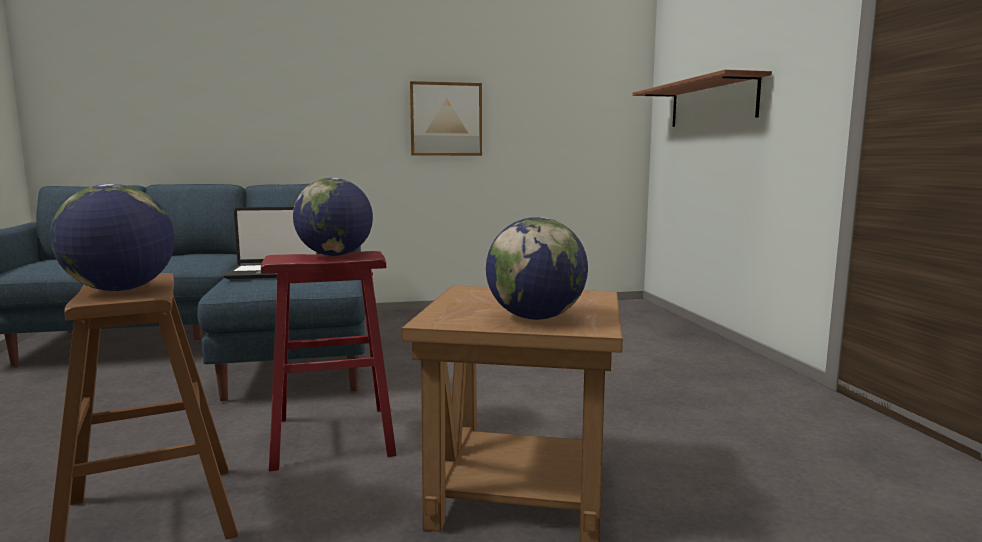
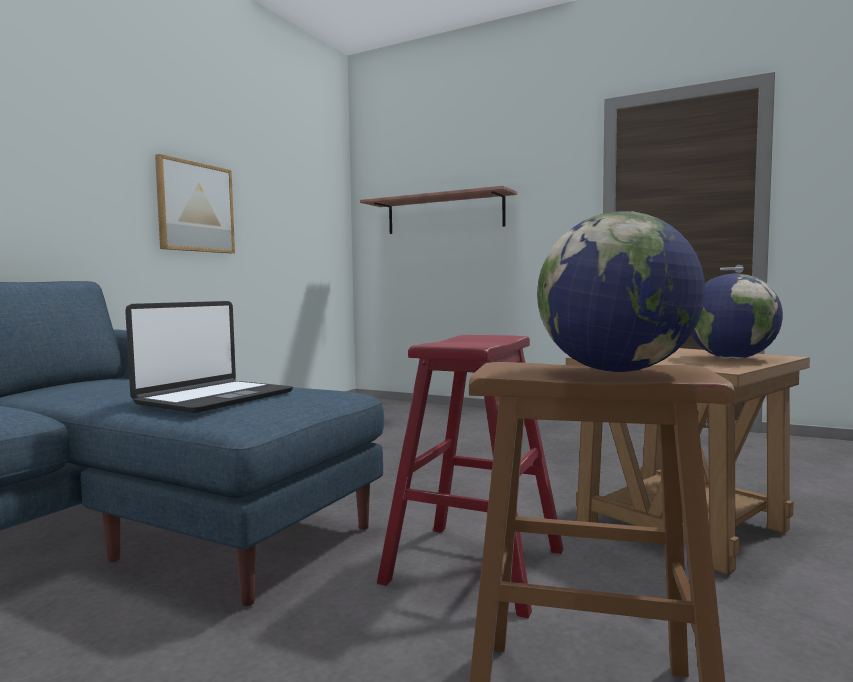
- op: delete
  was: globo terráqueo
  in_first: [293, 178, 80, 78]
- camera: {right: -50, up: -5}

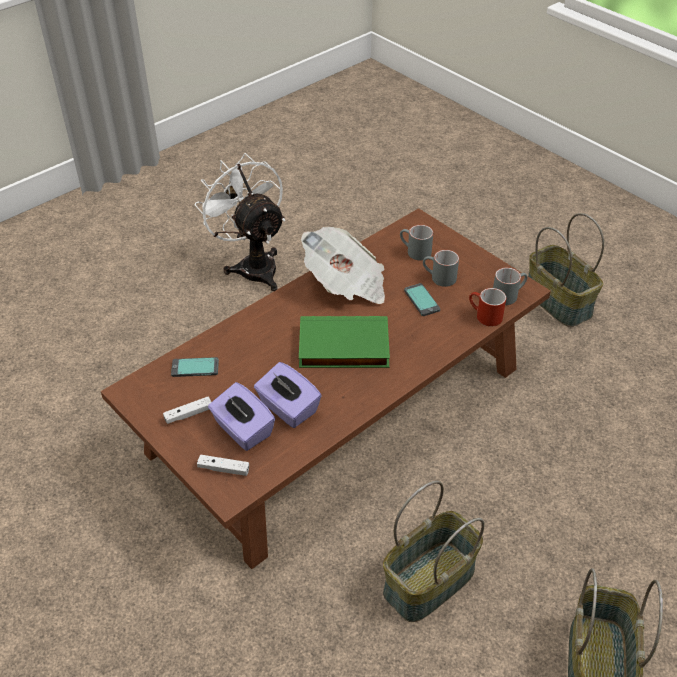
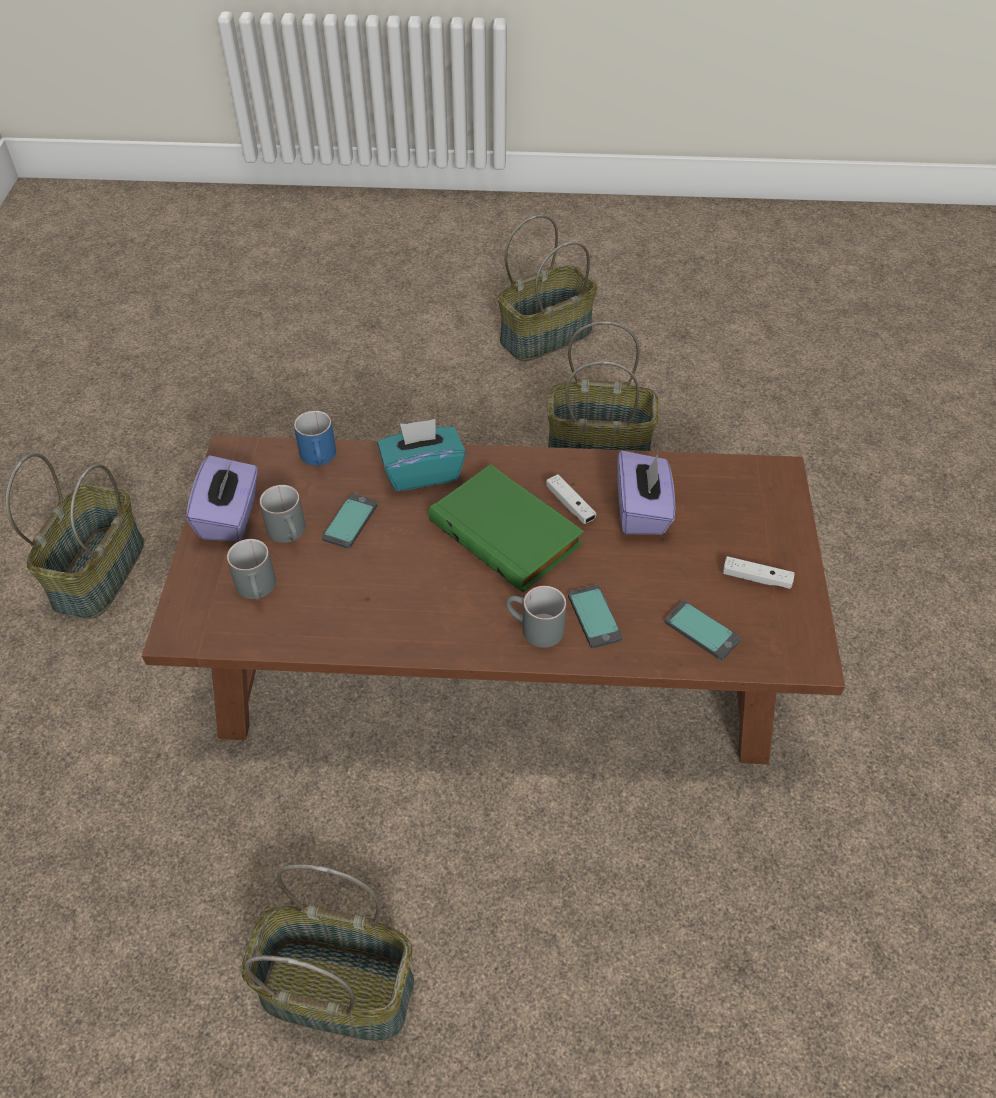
- op: replace
  was: ventilador/blanco
  now: cesta
  in_first: [195, 153, 90, 138]
  in_second: [241, 864, 173, 177]
- op: move
  was: mando de consola/blanco
  in_first: [197, 455, 52, 21]
  in_second: [546, 474, 50, 50]
- op: move
  was: caja de pañuelos/morado
  in_first: [208, 382, 67, 69]
  in_second: [186, 455, 72, 86]
- op: delete
  was: periódico
  in_first: [301, 227, 84, 77]
- op: recolor
  was: taza grande/rojo
  now: taza grande/azul
  in_first: [469, 288, 37, 39]
  in_second: [294, 410, 42, 56]
- op: move
  was: taza grande/gris
  in_first: [493, 267, 35, 38]
  in_second: [506, 586, 61, 62]
- op: insert
  now: caja de pañuelos/turquesa
  in_second: [377, 419, 89, 72]
- op: insert
  now: móvil
  in_second: [568, 585, 54, 63]
- camera: {right: -135, up: 5}

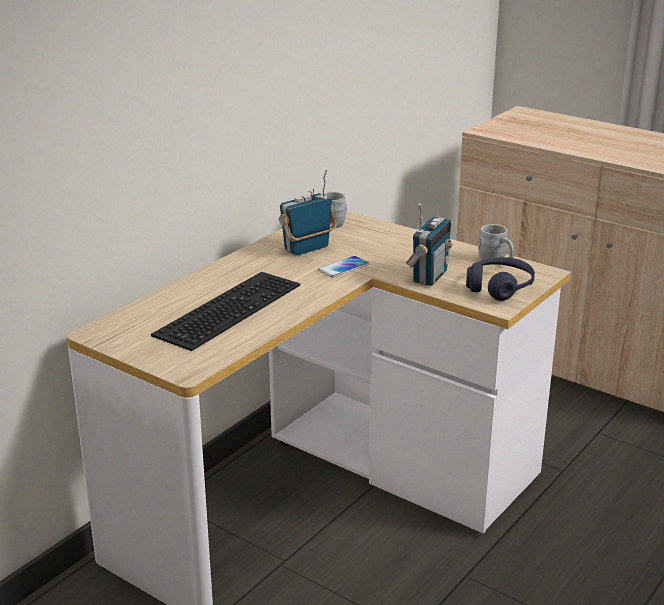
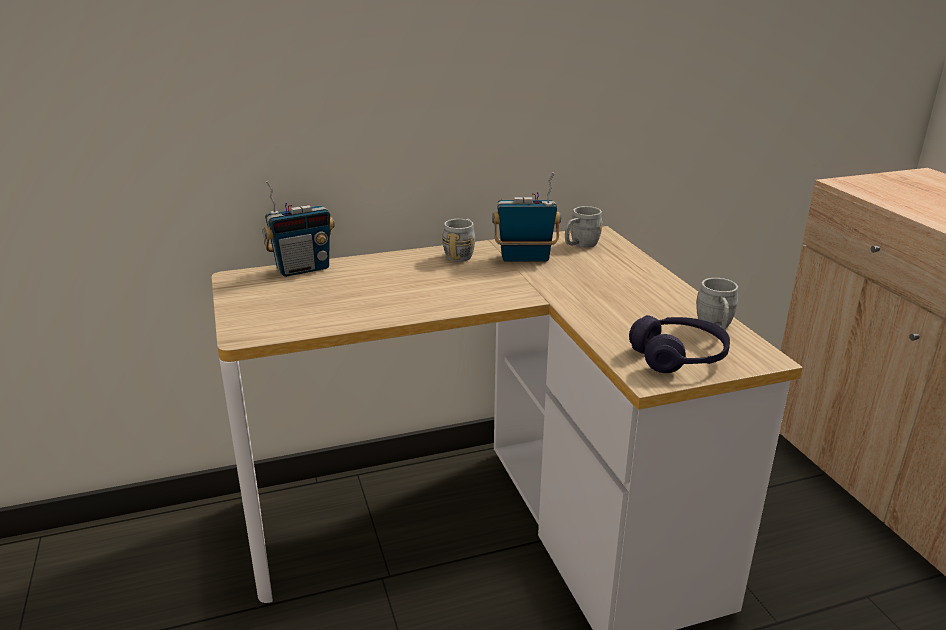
- op: delete
  was: teclado
  in_first: [151, 272, 149, 79]
- op: delete
  was: móvil
  in_first: [318, 256, 51, 22]
- op: move
  was: radio
  in_first: [406, 203, 47, 83]
  in_second: [263, 181, 72, 96]
- op: insert
  now: taza grande/gris
  in_second: [442, 219, 33, 43]
- camera: {right: 35, up: 0}

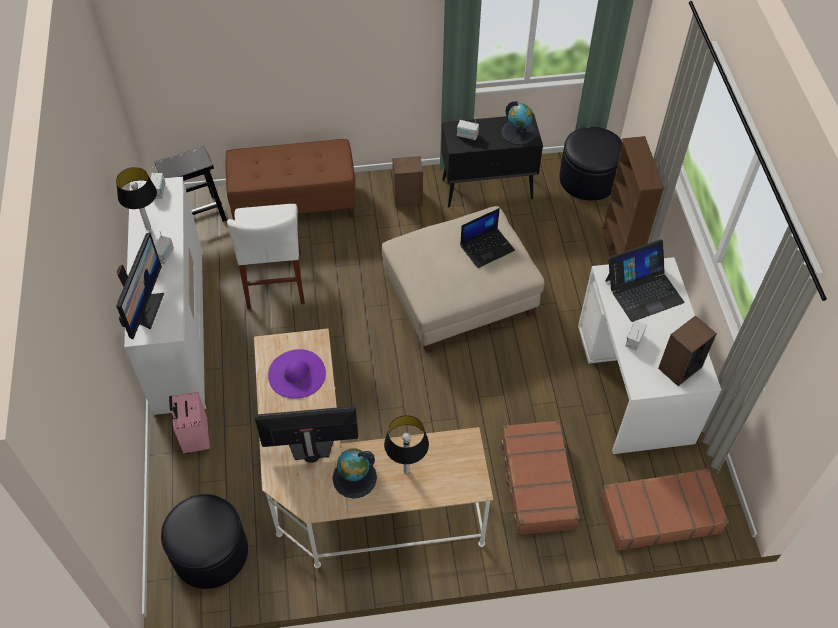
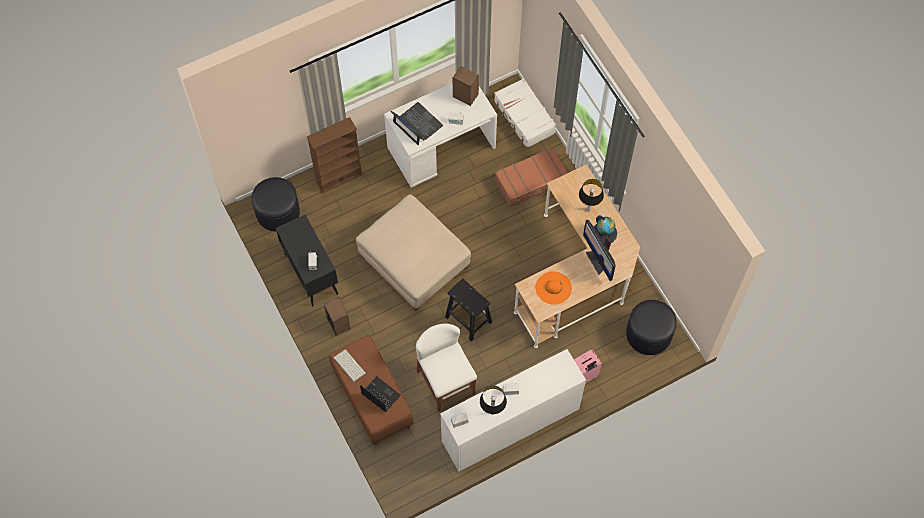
- op: delete
  was: monitor
  in_first: [116, 232, 48, 107]
- op: move
  was: taburete/negro
  in_first: [154, 146, 73, 76]
  in_second: [445, 278, 47, 64]
- op: rotate
  was: silla/blanco
  in_first: [227, 204, 78, 105]
  in_second: [416, 324, 61, 88]
  clockwise: -90
- op: recolor
  was: sombrero/morado
  now: sombrero/naranja
  in_first: [268, 349, 58, 50]
  in_second: [536, 271, 36, 34]
- op: move
  was: portátil
  in_first: [460, 208, 55, 60]
  in_second: [360, 376, 41, 36]
- op: delete
  was: globo terráqueo
  in_first: [502, 101, 34, 44]
- op: recolor
  was: maleta/marrón
  now: maleta/blanco
  in_first: [600, 468, 129, 83]
  in_second: [494, 78, 63, 70]
- op: insert
  now: teclado
  in_second: [333, 349, 33, 33]
- camera: {right: -110, up: 10}

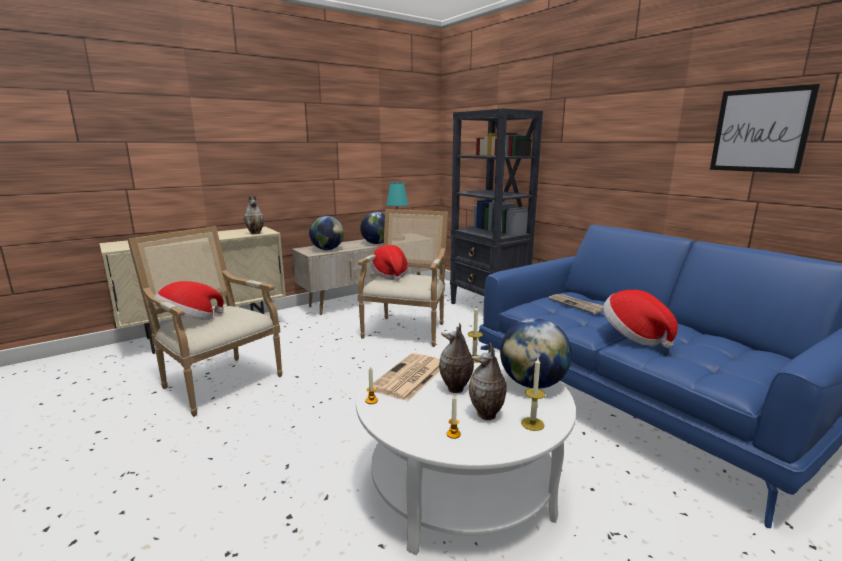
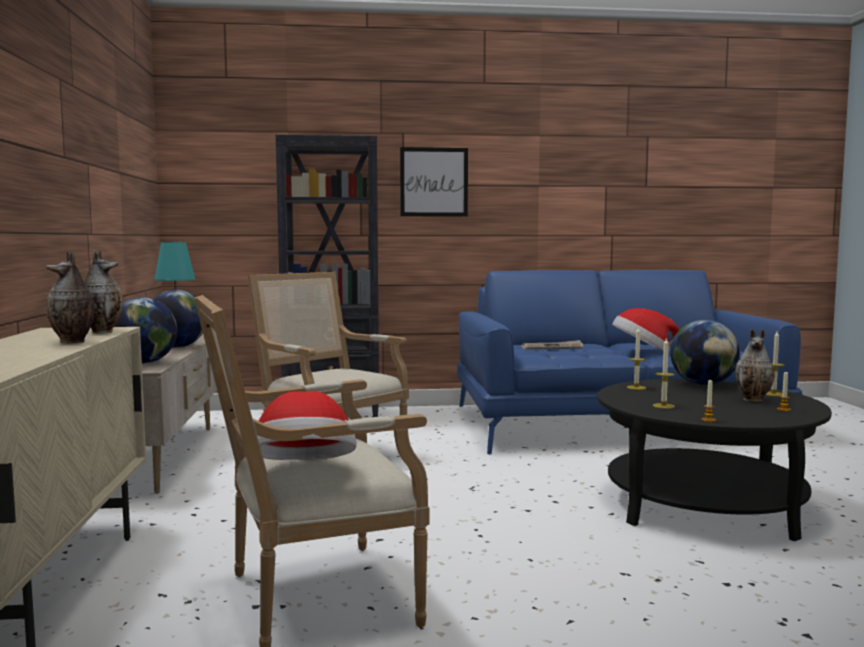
- op: recolor
  was: mesa de centro/blanco
  now: mesa de centro/negro
  in_first: [356, 348, 220, 207]
  in_second: [598, 379, 234, 162]
- op: delete
  was: sombrero
  in_first: [370, 245, 38, 36]
- op: replace
  was: periódico
  now: vela
  in_first: [373, 353, 67, 48]
  in_second: [653, 337, 22, 72]
- op: move
  was: florero
  in_first: [439, 323, 35, 70]
  in_second: [46, 251, 49, 92]
- op: move
  was: cuadro
  in_first: [710, 84, 110, 90]
  in_second: [400, 147, 68, 70]
- camera: {right: -60, up: -10}

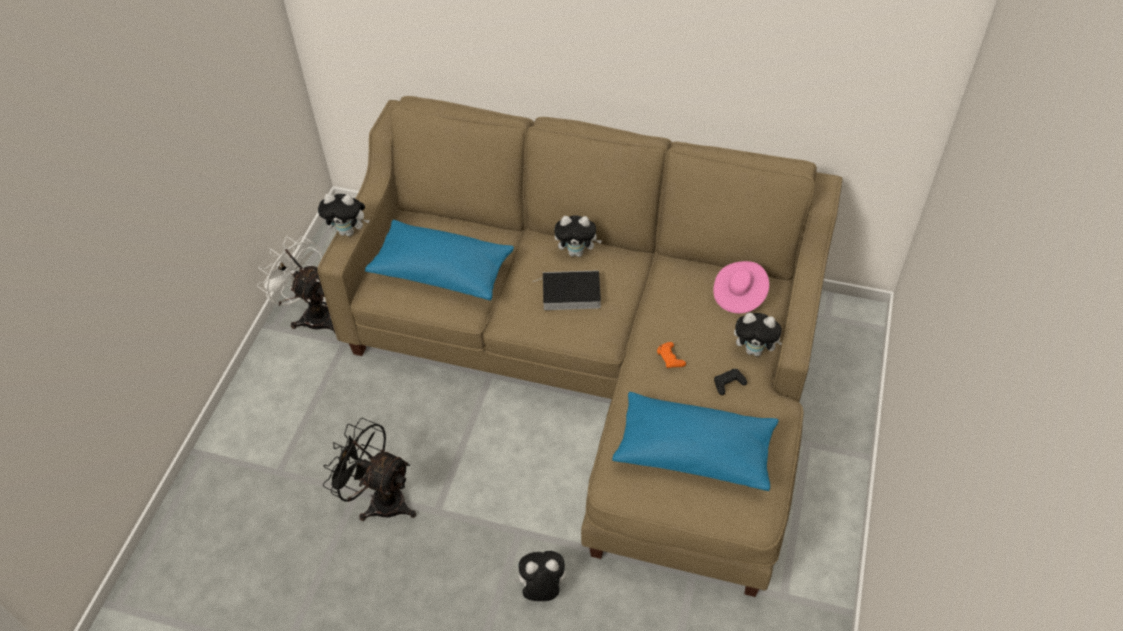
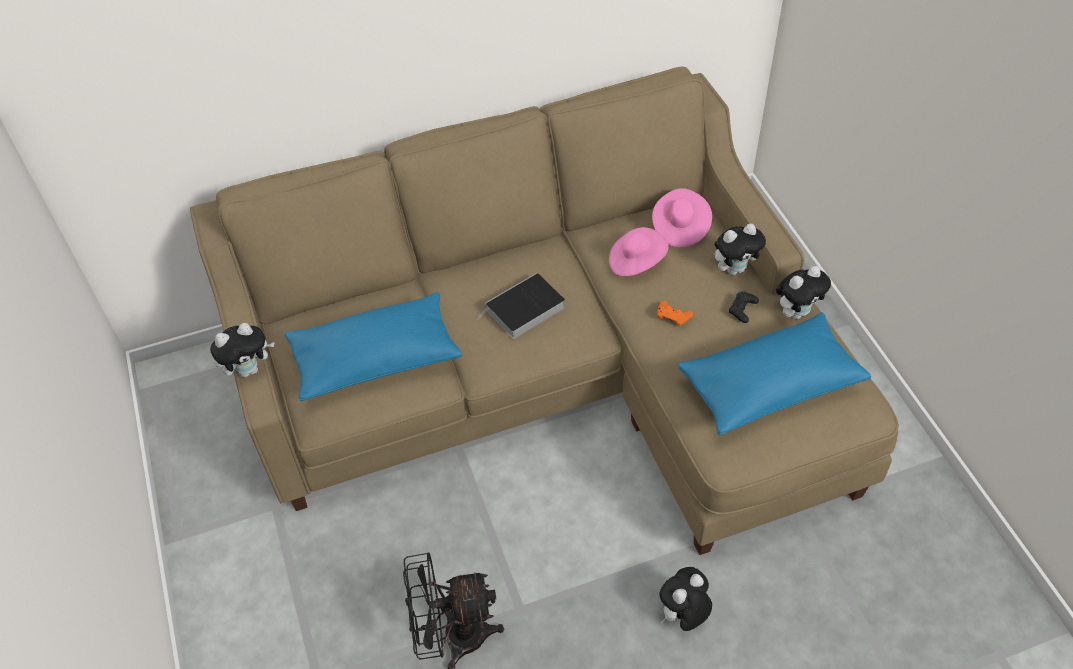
- op: delete
  was: ventilador/blanco
  in_first: [257, 236, 78, 97]
- op: move
  was: peluche
  in_first: [554, 215, 48, 42]
  in_second: [776, 266, 55, 53]
- op: insert
  now: sombrero/rosa
  in_second: [609, 227, 59, 49]
- camera: {right: -35, up: 0}

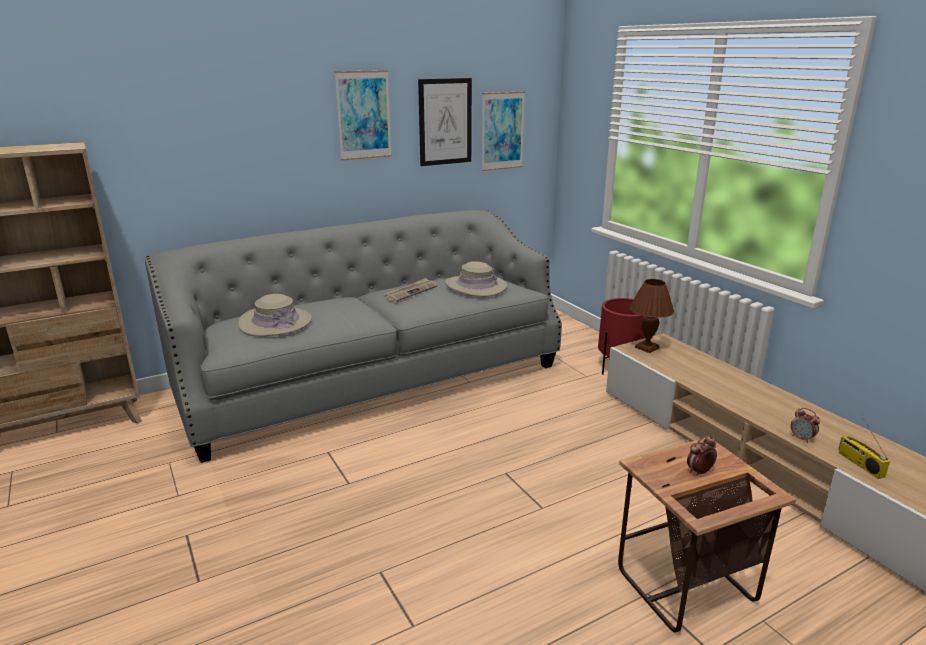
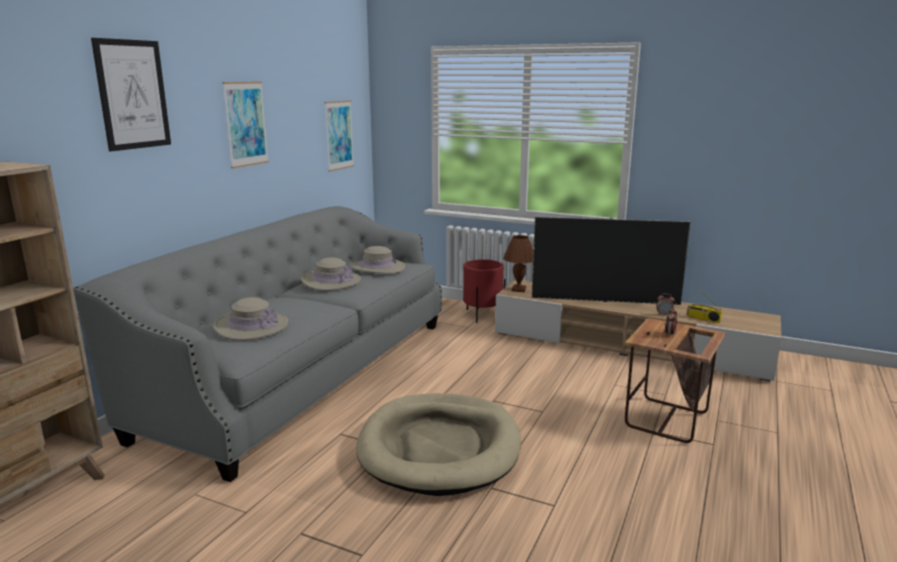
- op: replace
  was: periódico
  now: sombrero/beis
  in_first: [384, 278, 53, 24]
  in_second: [301, 258, 60, 33]
- op: move
  was: cuadro
  in_first: [418, 78, 54, 88]
  in_second: [91, 38, 80, 114]
- op: insert
  now: cama para perro/beis
  in_second: [356, 393, 165, 103]
- op: insert
  now: televisor
  in_second: [532, 217, 159, 88]
- camera: {right: -35, up: -5}

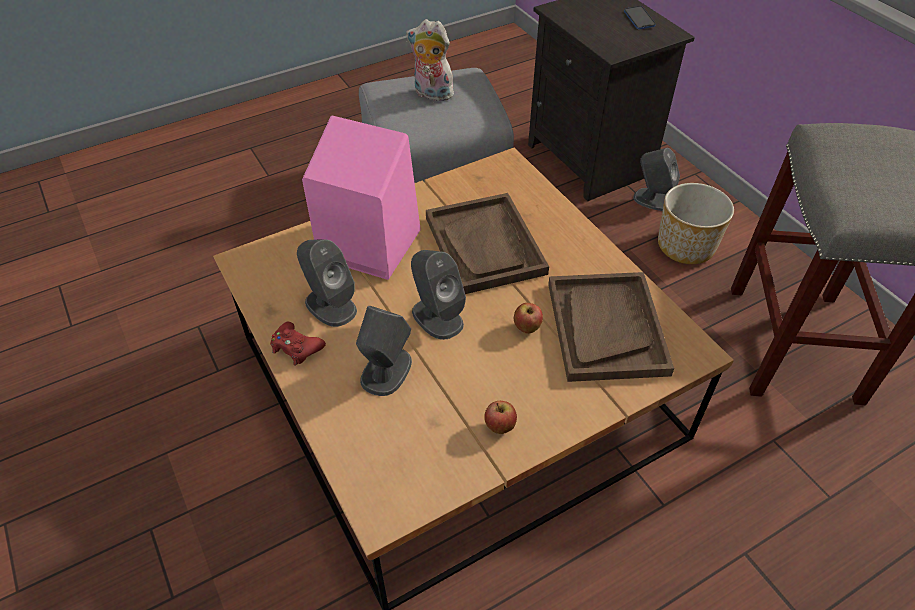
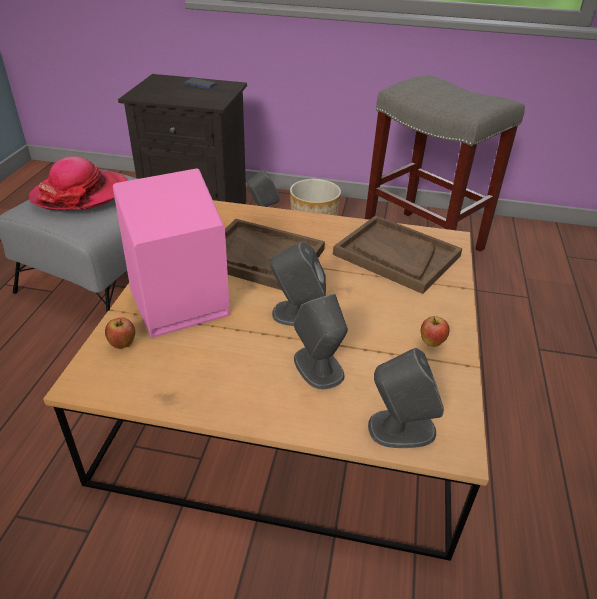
- op: delete
  was: mando de consola/rojo
  in_first: [270, 321, 56, 45]
- op: move
  was: altavoz/gris
  in_first: [297, 240, 60, 87]
  in_second: [368, 348, 76, 100]
- op: replace
  was: peluche
  now: sombrero
  in_first: [406, 19, 50, 82]
  in_second: [28, 156, 100, 54]
- op: move
  was: manzana
  in_first: [514, 303, 29, 31]
  in_second: [105, 317, 30, 32]
- camera: {right: -50, up: -10}

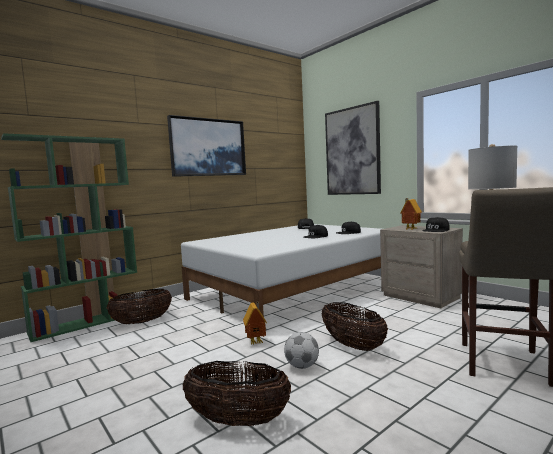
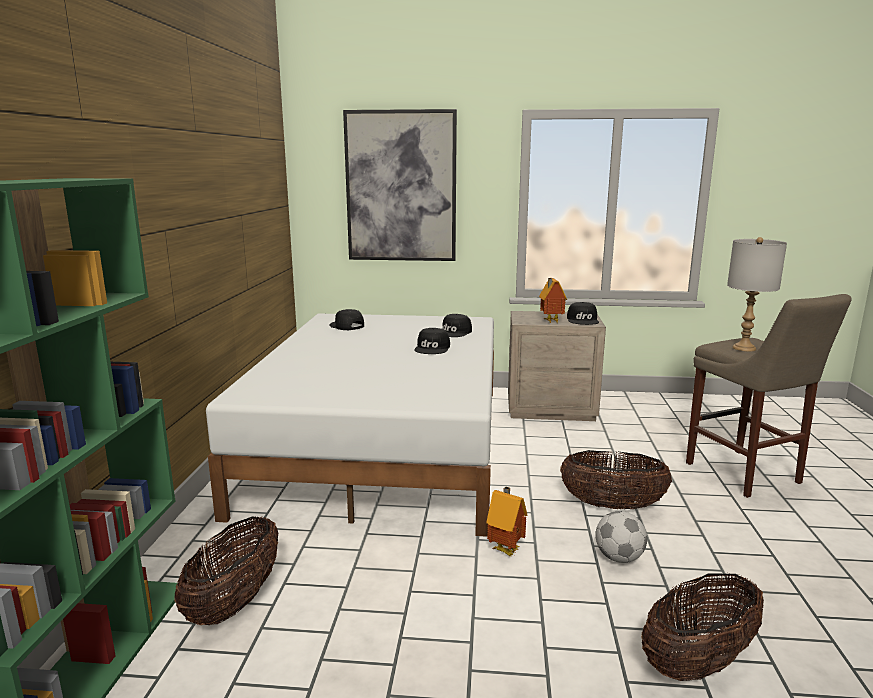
- op: delete
  was: cuadro
  in_first: [167, 115, 79, 62]
- camera: {right: -45, up: 10}

